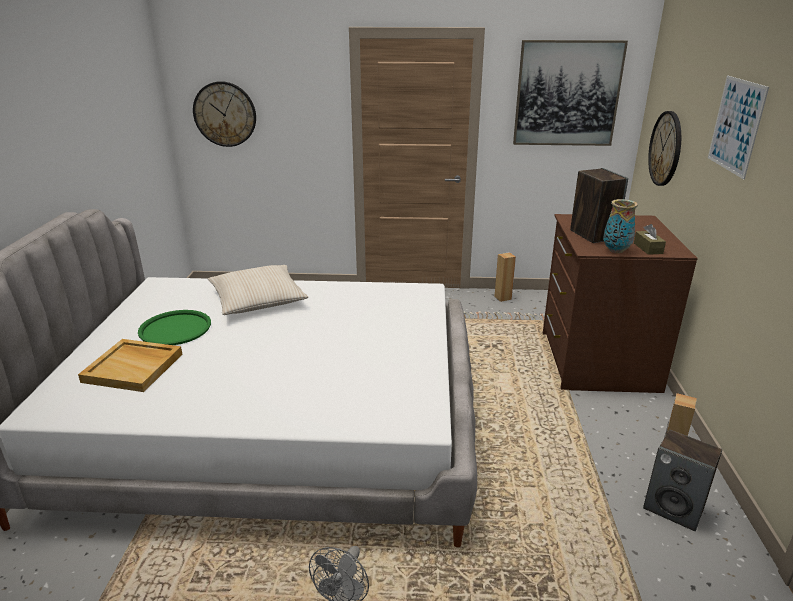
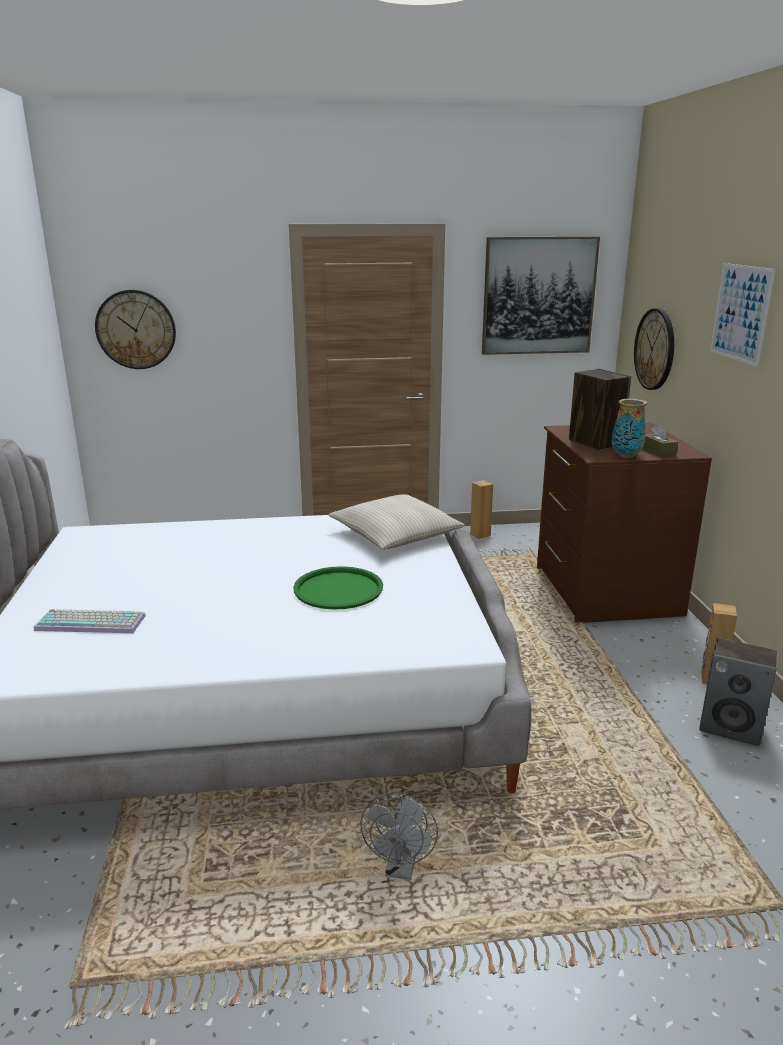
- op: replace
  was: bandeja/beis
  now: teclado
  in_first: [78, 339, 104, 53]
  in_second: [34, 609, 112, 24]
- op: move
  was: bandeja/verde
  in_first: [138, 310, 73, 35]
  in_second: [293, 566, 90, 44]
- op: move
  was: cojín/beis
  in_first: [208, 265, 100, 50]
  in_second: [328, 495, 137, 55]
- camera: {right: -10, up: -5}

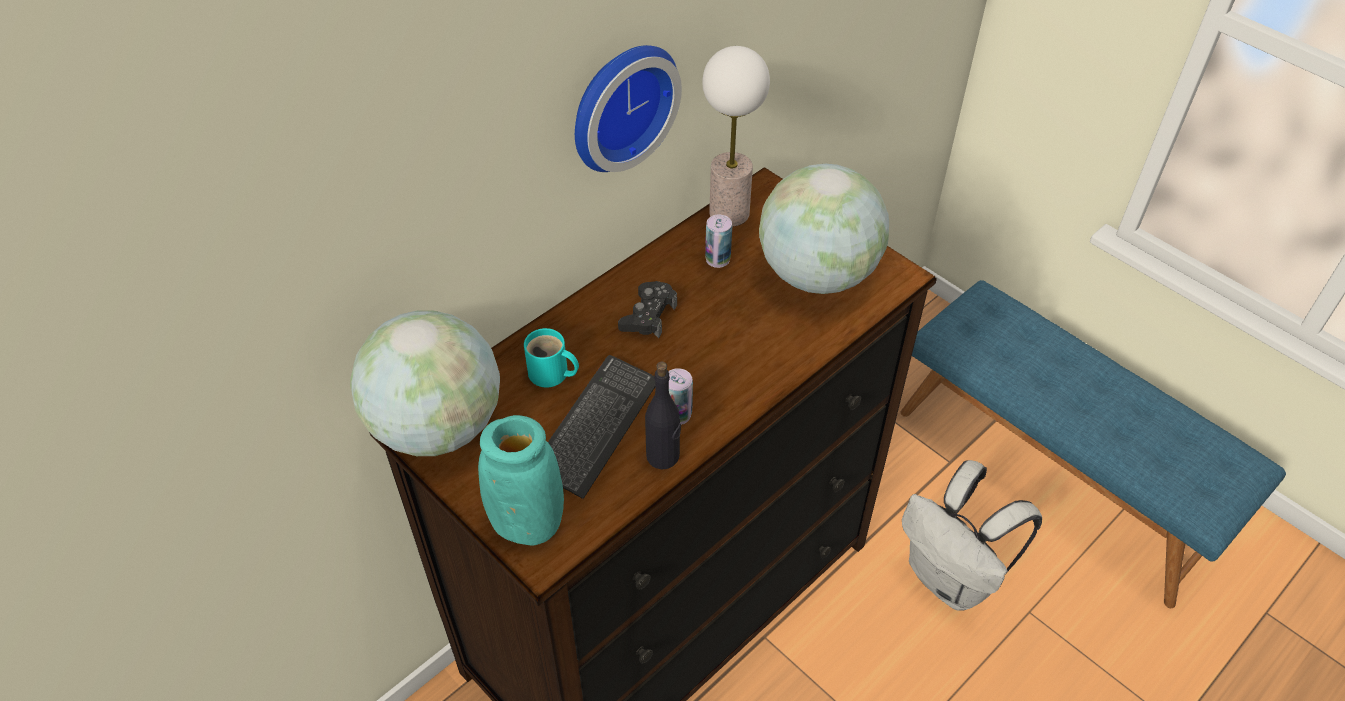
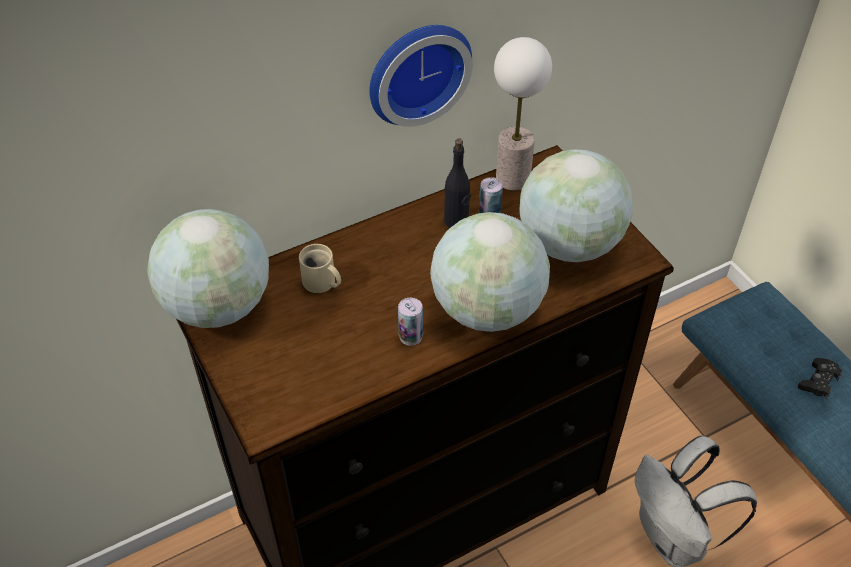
- op: delete
  was: florero/turquesa
  in_first: [478, 415, 86, 130]
- op: recolor
  was: taza grande/turquesa
  now: taza grande/beis
  in_first: [524, 328, 55, 60]
  in_second: [299, 244, 42, 49]
- op: delete
  was: teclado
  in_first: [548, 355, 107, 144]
- op: move
  was: mando de consola/negro
  in_first: [618, 281, 59, 57]
  in_second: [798, 358, 45, 41]
- op: move
  was: botella/negro
  in_first: [645, 362, 36, 108]
  in_second: [444, 139, 27, 89]
- op: insert
  now: globo terráqueo
  in_second: [430, 212, 120, 120]
- camera: {right: 15, up: 0}

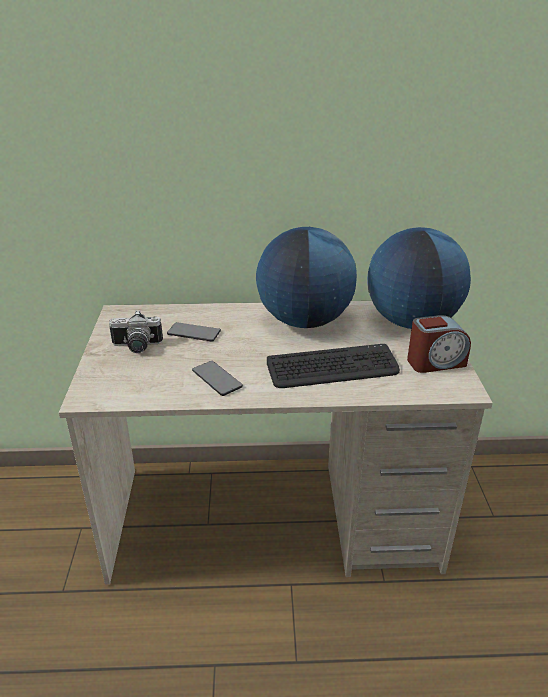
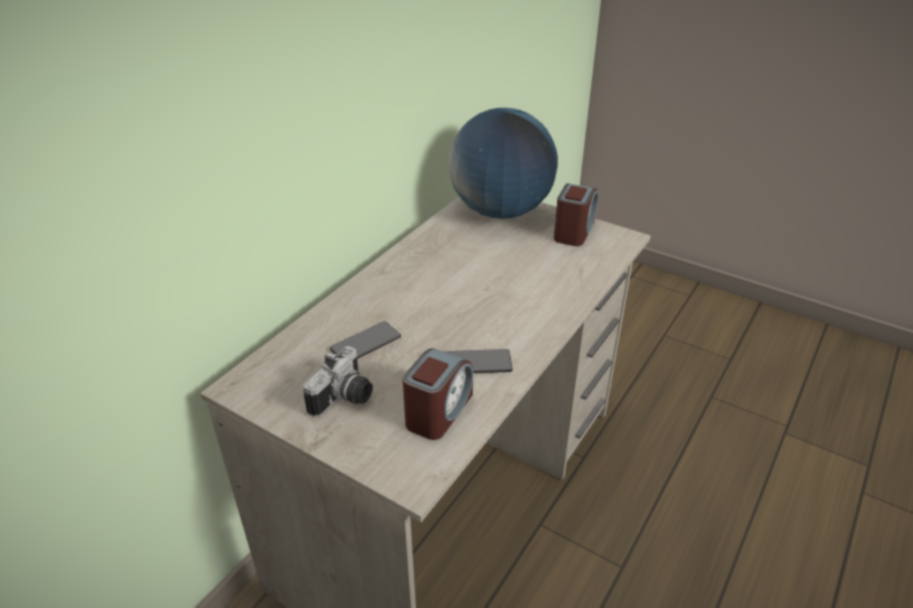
- op: delete
  was: globo terráqueo
  in_first: [256, 227, 101, 101]
- op: delete
  was: teclado
  in_first: [267, 344, 133, 44]
- op: insert
  now: despertador
  in_second: [403, 348, 70, 92]
- camera: {right: -55, up: 5}

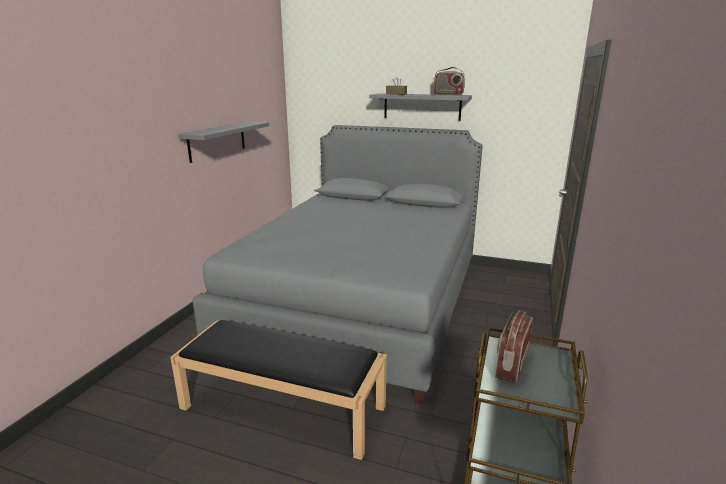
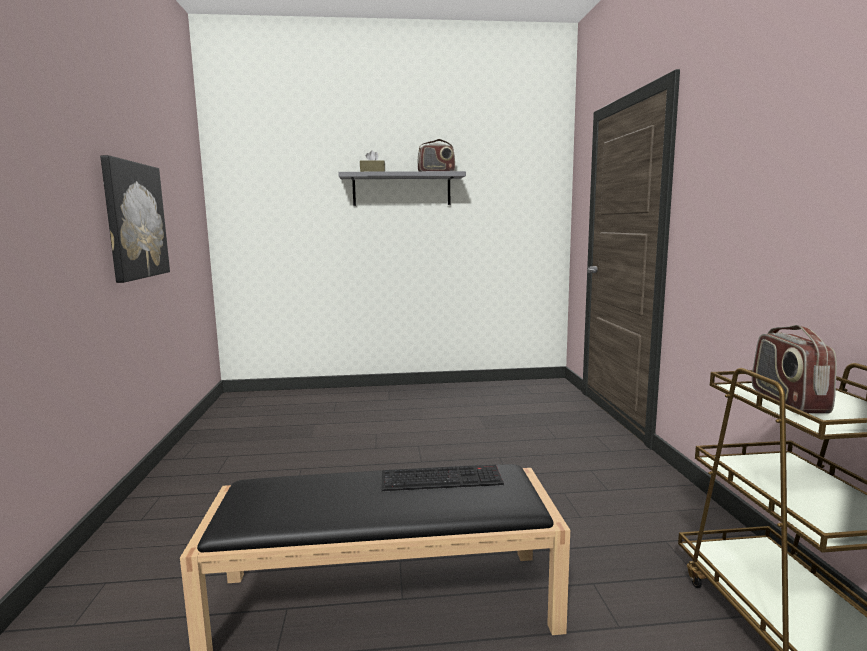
- op: replace
  was: estante/gris
  now: cuadro
  in_first: [178, 121, 91, 42]
  in_second: [100, 155, 70, 128]
- op: delete
  was: cama/gris
  in_first: [192, 125, 291, 279]
- op: insert
  now: teclado
  in_second: [382, 465, 122, 27]
- camera: {right: -25, up: -10}

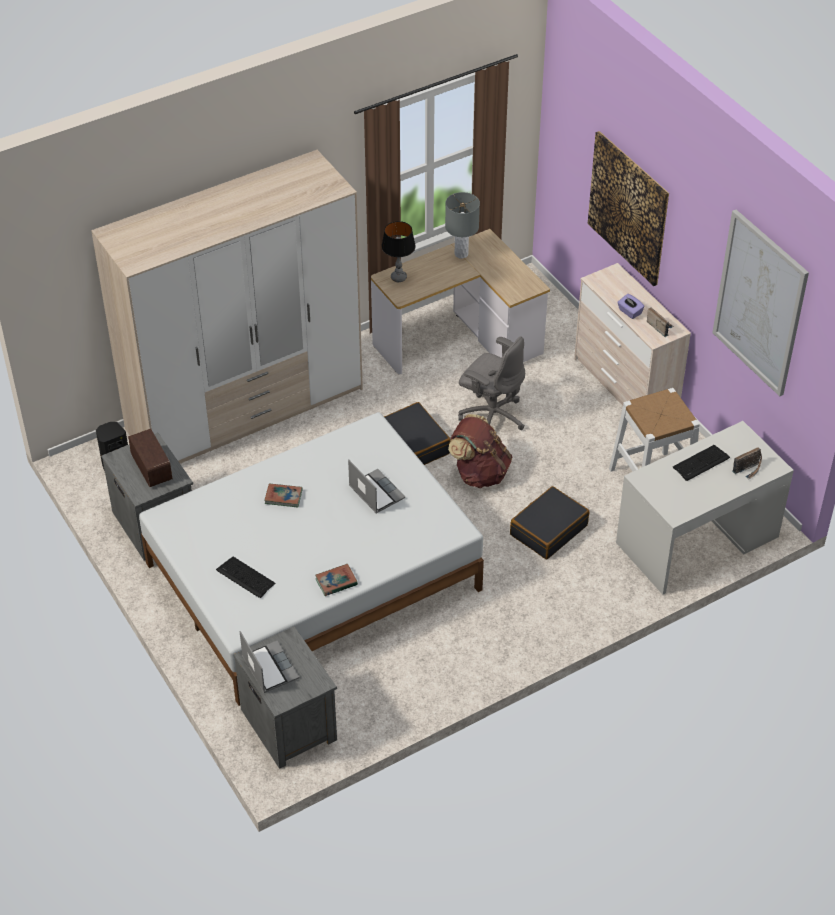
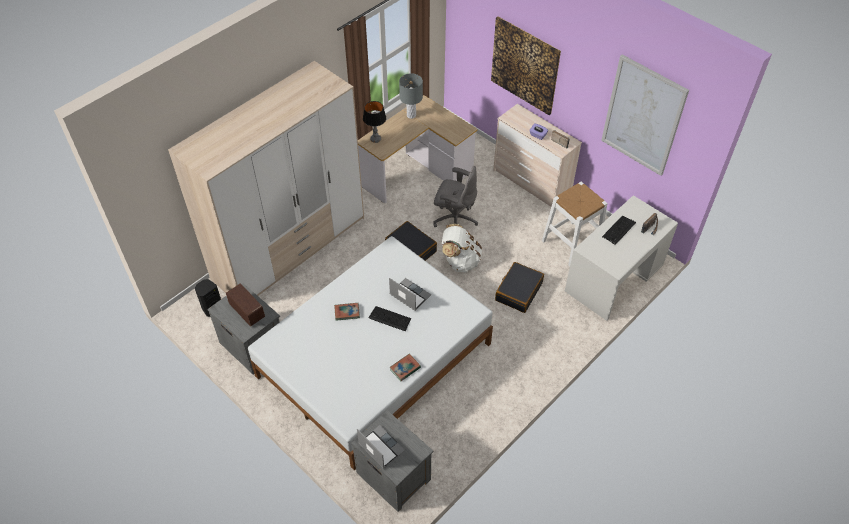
- op: move
  was: teclado
  in_first: [216, 557, 59, 41]
  in_second: [368, 306, 43, 25]
- op: recolor
  was: mochila/marrón
  now: mochila/blanco
  in_first: [448, 414, 64, 74]
  in_second: [442, 224, 40, 49]
- camera: {right: -15, up: 5}

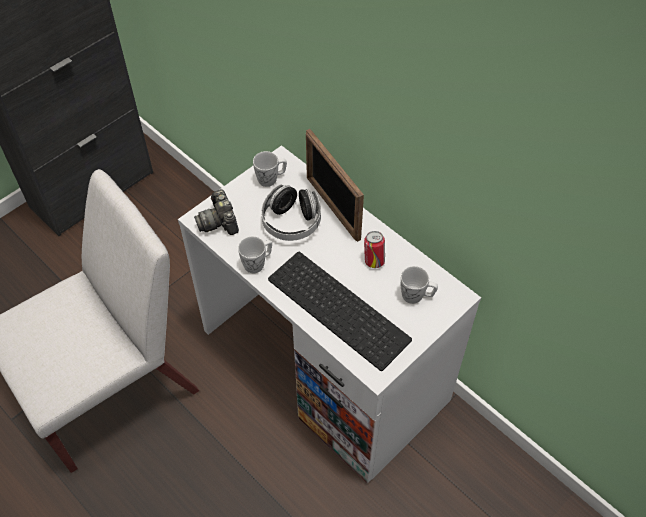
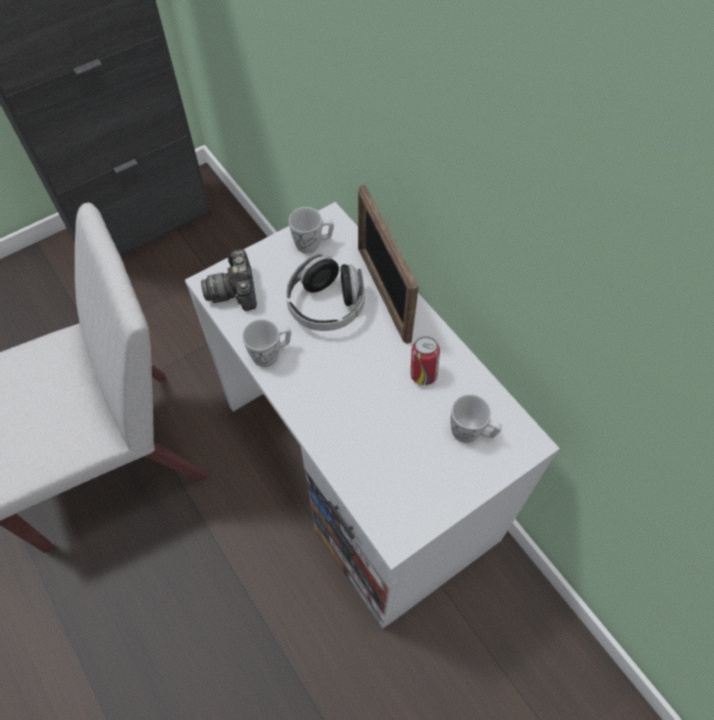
- op: delete
  was: teclado
  in_first: [268, 252, 144, 119]
- camera: {right: 10, up: 5}

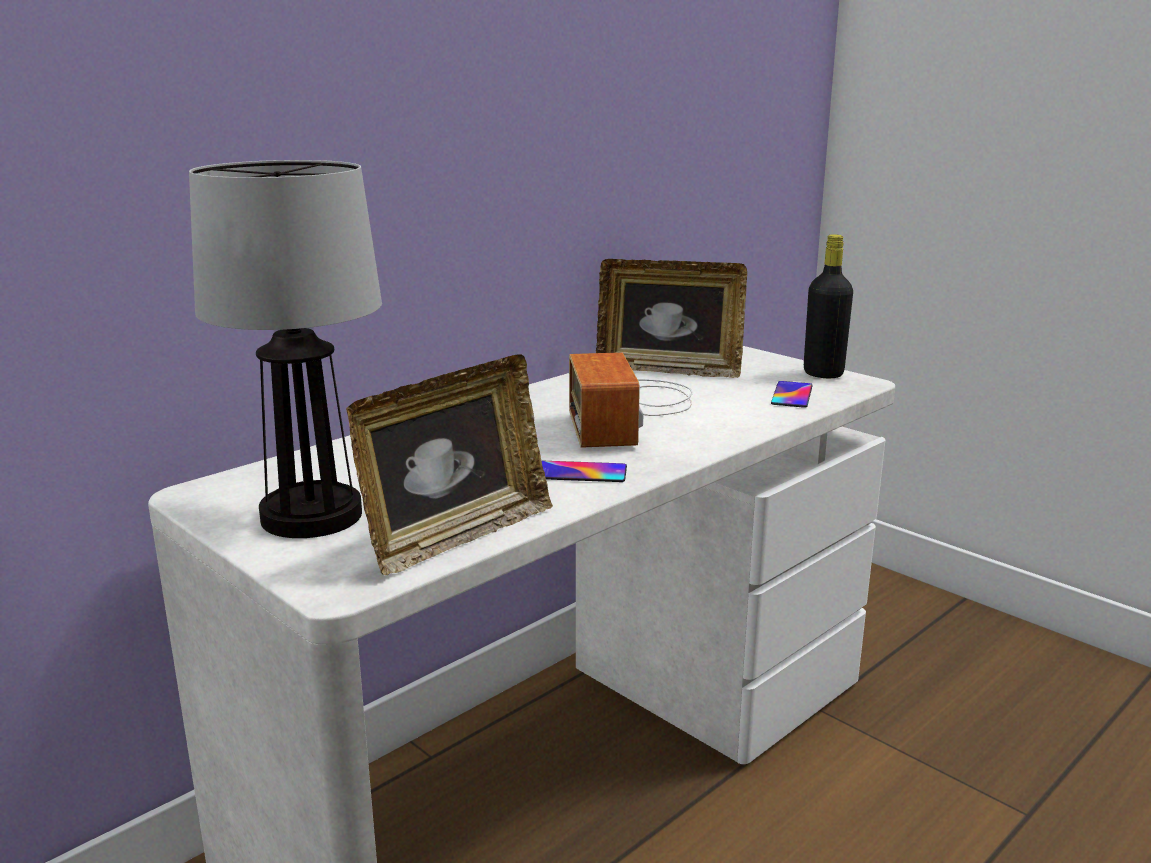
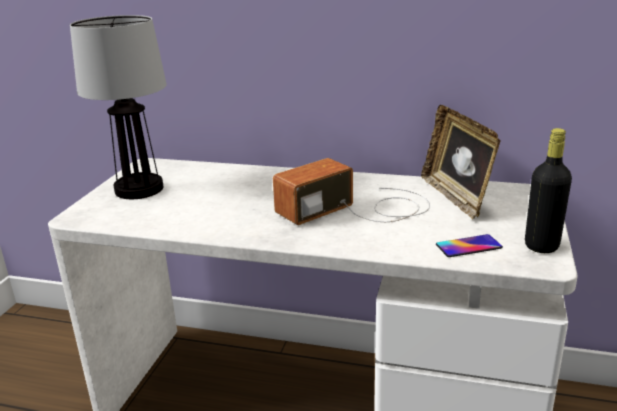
- op: delete
  was: portarretratos
  in_first: [346, 354, 207, 221]
- op: delete
  was: móvil
  in_first: [542, 461, 85, 21]
- camera: {right: 60, up: 5}

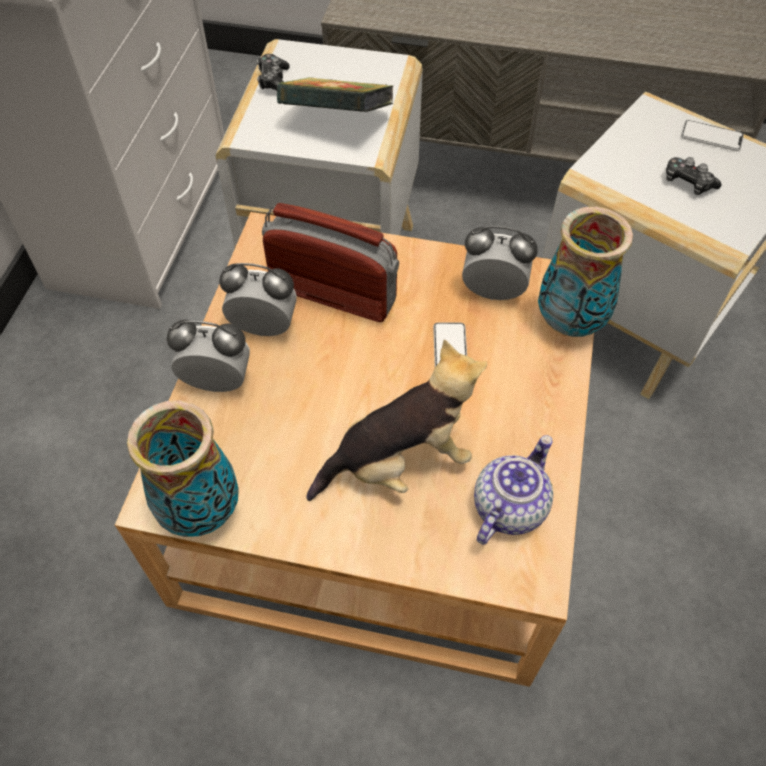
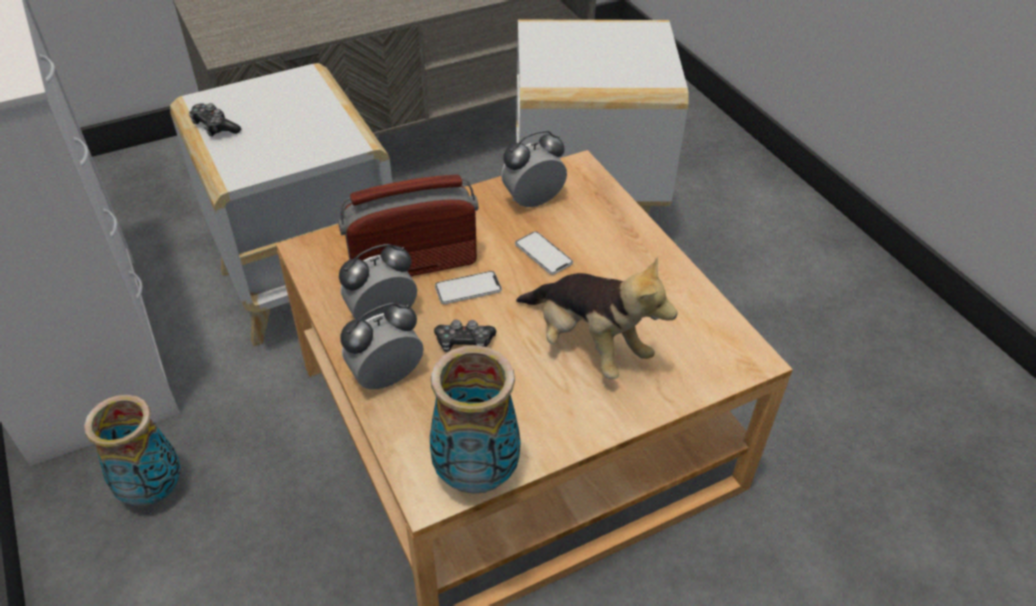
- op: delete
  was: libro
  in_first: [277, 77, 116, 35]
- op: rotate
  was: peluche
  in_first: [306, 339, 181, 162]
  in_second: [516, 257, 161, 122]
  clockwise: 105
- op: delete
  was: tetera
  in_first: [474, 435, 79, 110]
- op: move
  was: florero
  in_first: [538, 207, 95, 130]
  in_second: [84, 395, 97, 111]
- op: move
  was: mando de consola
  in_first: [666, 157, 55, 38]
  in_second: [434, 319, 62, 33]
- op: move
  was: móvil
  in_first: [681, 120, 63, 31]
  in_second: [435, 271, 67, 33]
- camera: {right: -40, up: -10}

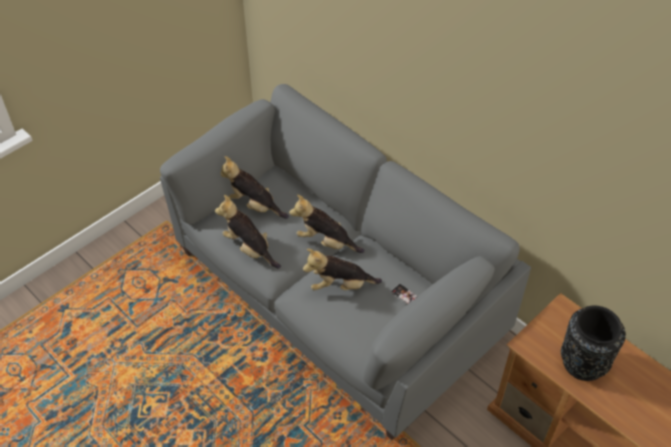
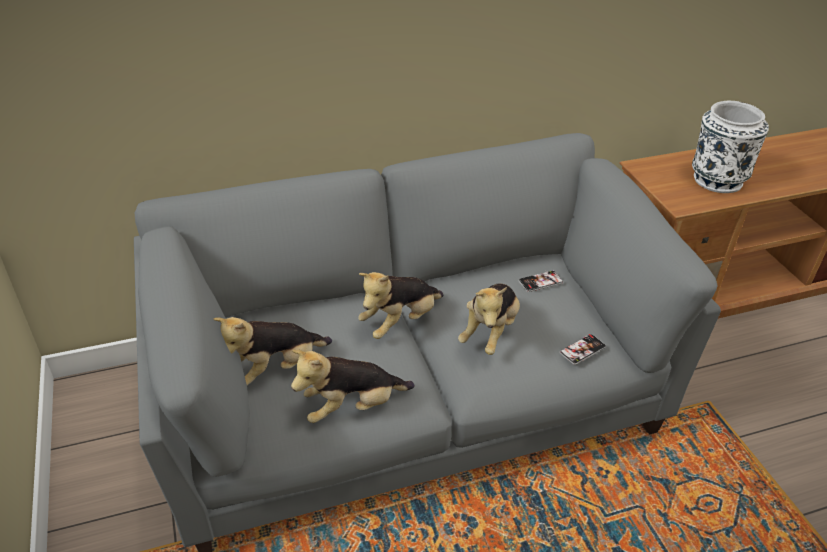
- op: recolor
  was: florero/negro
  now: florero/blanco
  in_first: [561, 305, 65, 76]
  in_second: [692, 101, 77, 92]
- op: insert
  now: móvil
  in_second: [560, 334, 46, 31]
- camera: {right: -65, up: -10}

